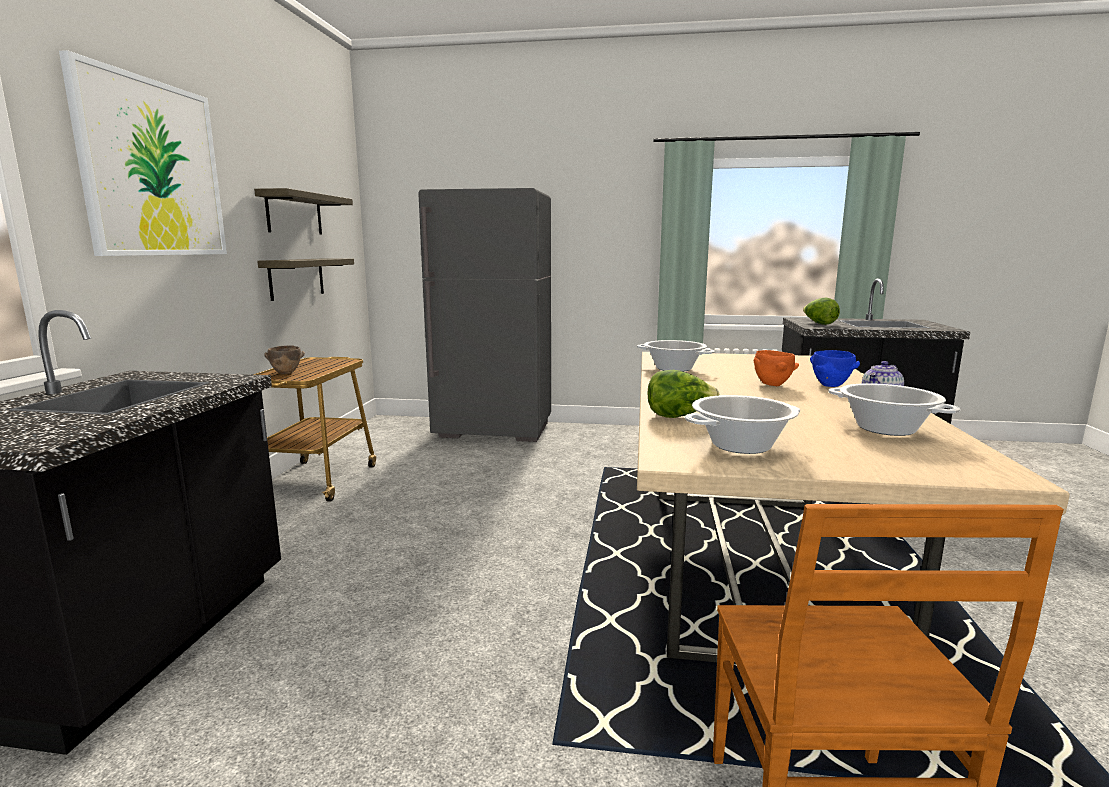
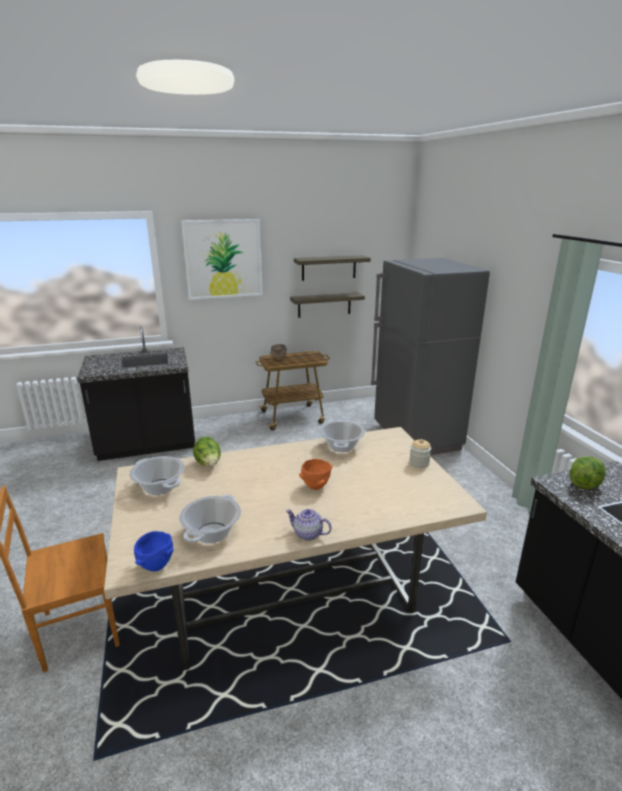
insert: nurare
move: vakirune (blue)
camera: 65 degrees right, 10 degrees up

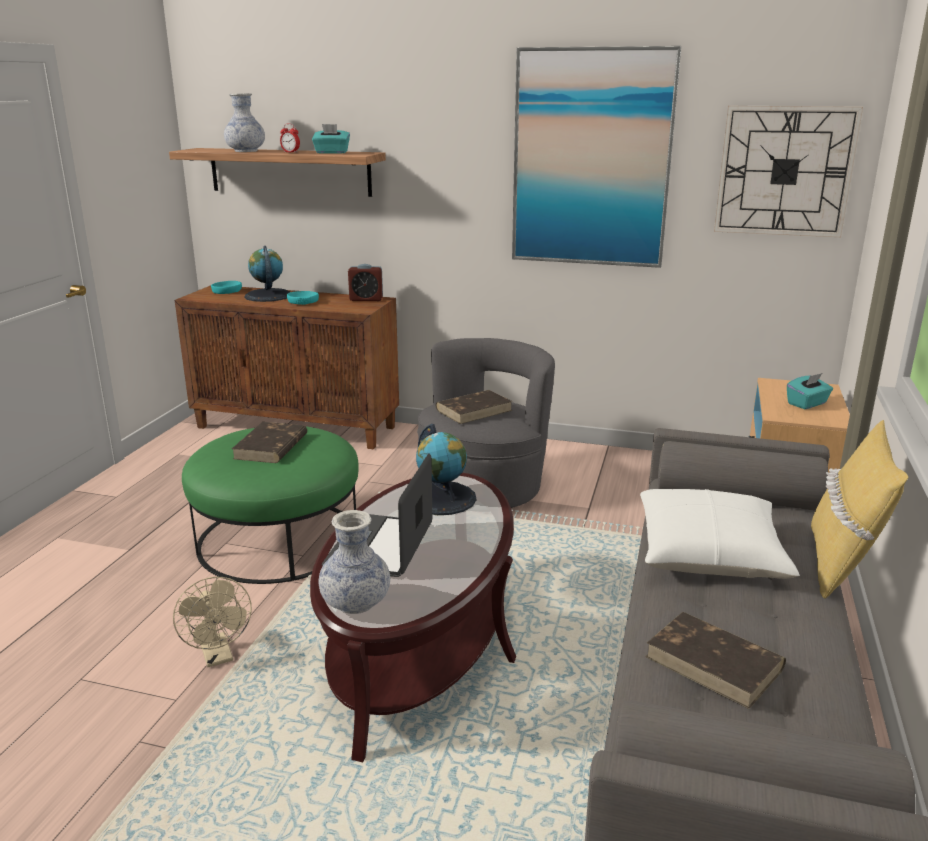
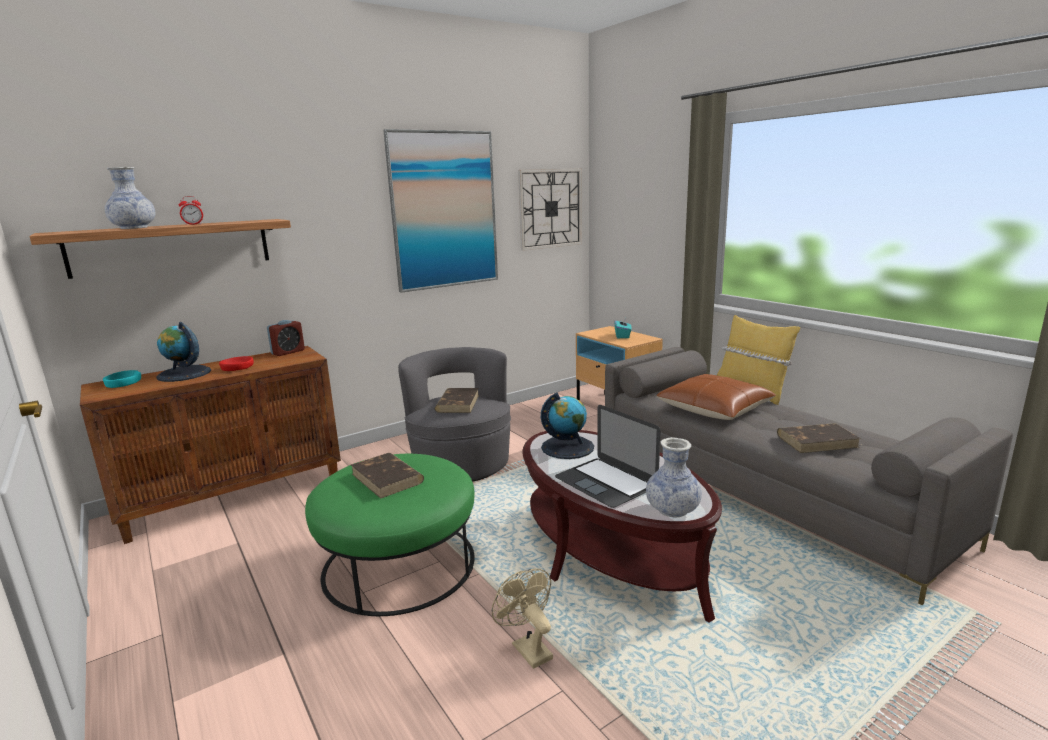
delete: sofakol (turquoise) (1st from left)
recolor: vakirune (turquoise) (2nd from left) to vakirune (red); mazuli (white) to mazuli (brown)
rotate: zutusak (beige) 135 degrees counterclockwise
camera: 50 degrees left, 5 degrees down

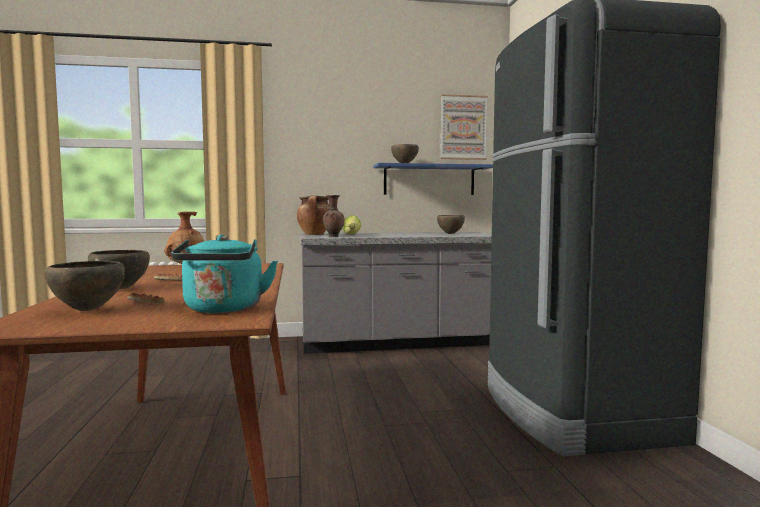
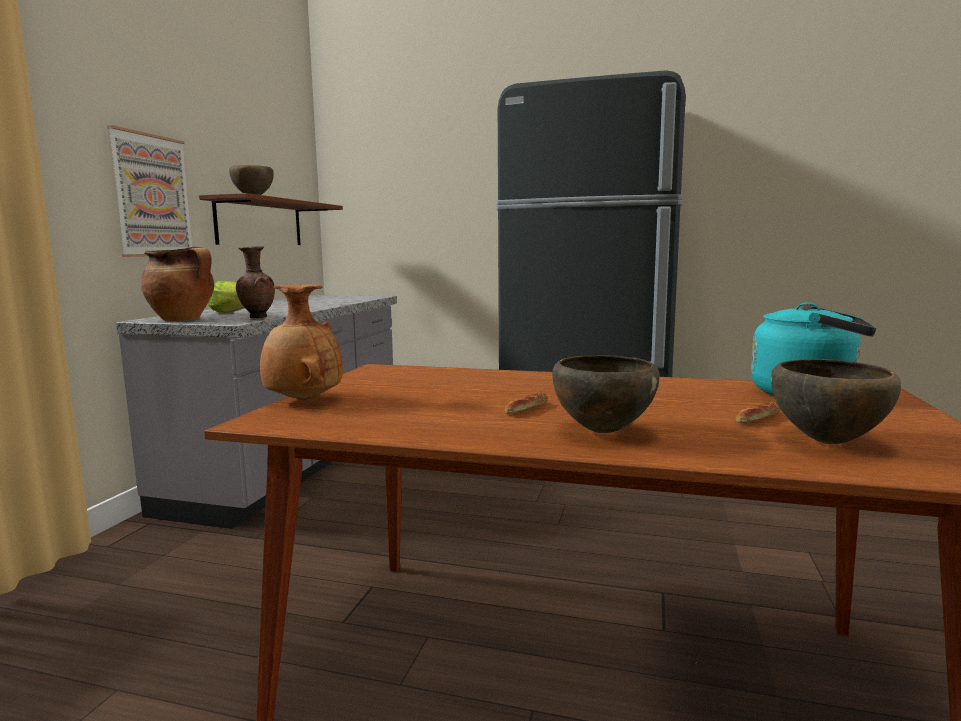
delete: vakirune (brown) (4th from left)
move: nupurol
recolor: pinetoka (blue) to pinetoka (brown)
camera: 65 degrees left, 5 degrees up

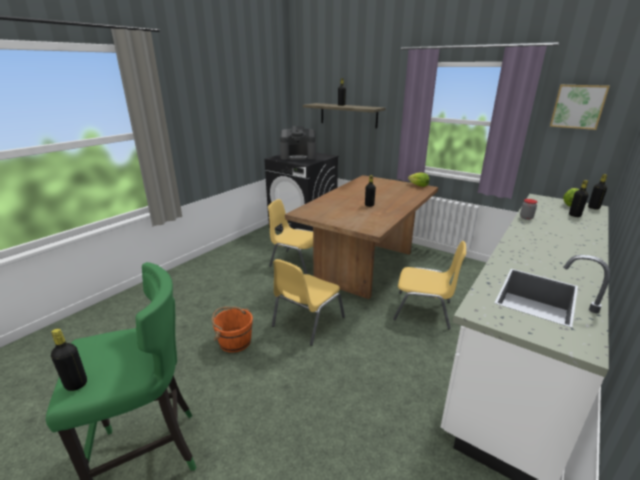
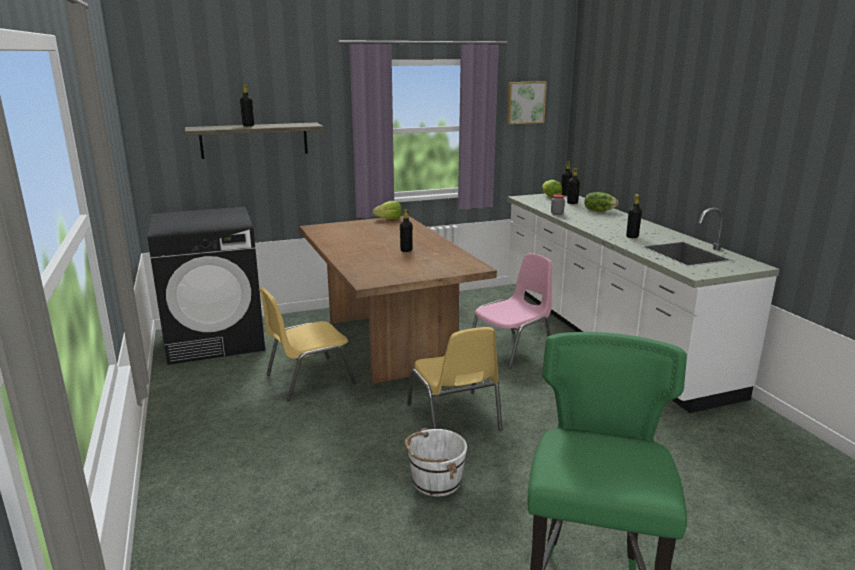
delete: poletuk
insert: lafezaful (3rd from left)
move: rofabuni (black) (1st from left in the first image) to rofabuni (black) (5th from left)
recolor: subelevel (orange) to subelevel (white); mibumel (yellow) (3rd from left) to mibumel (pink)
camera: 55 degrees left, 5 degrees down

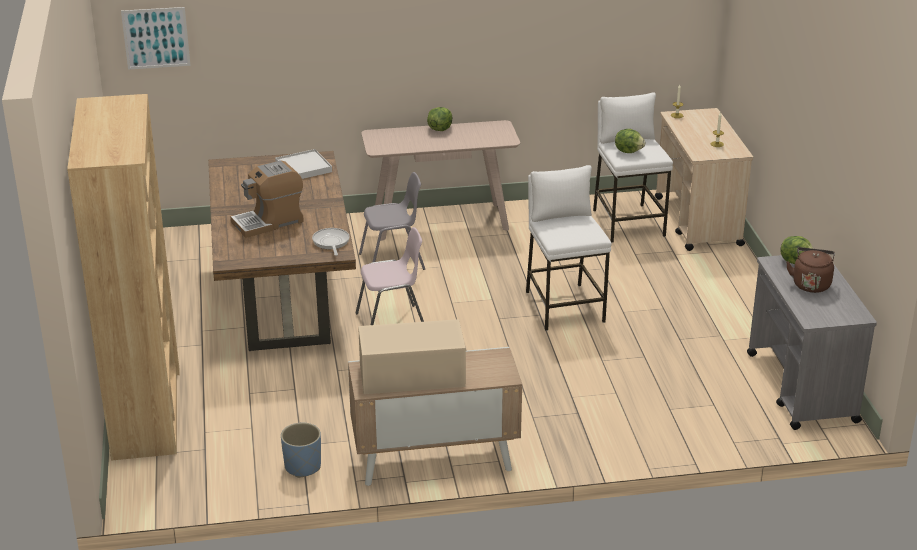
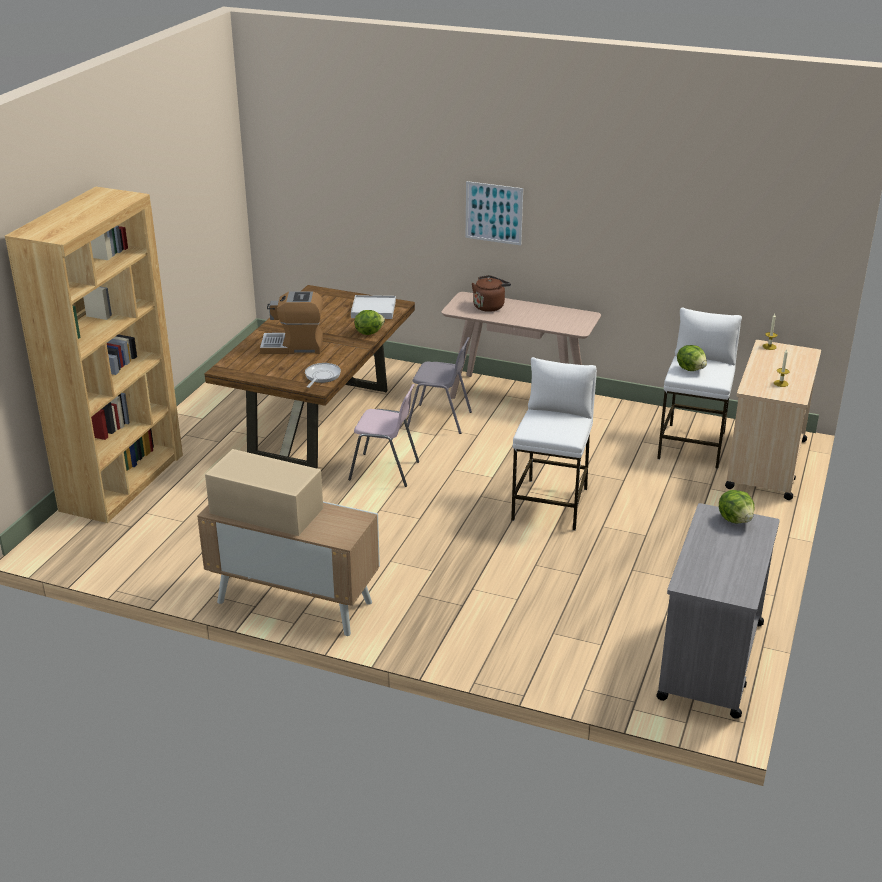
delete: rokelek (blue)
move: nupurol; lafezaful (1st from left); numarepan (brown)
camera: 30 degrees right, 0 degrees up

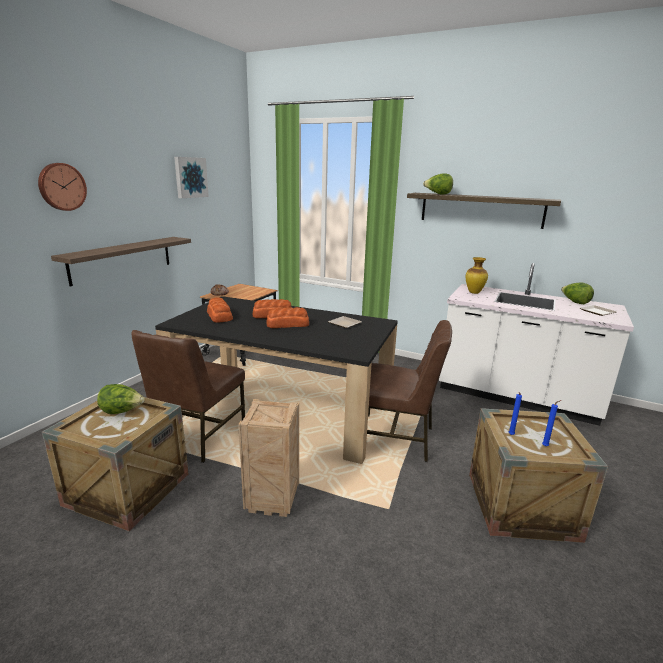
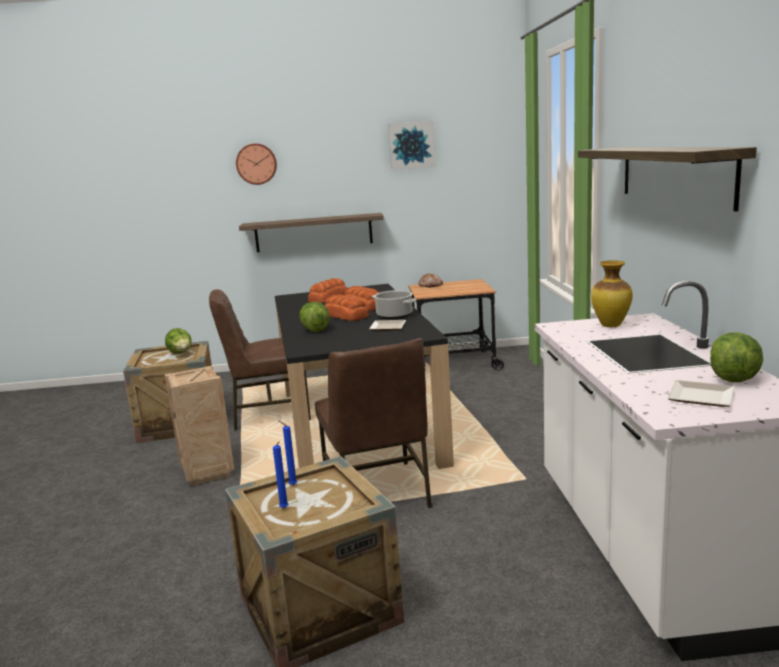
insert: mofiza
move: lafezaful (2nd from left)
camera: 60 degrees right, 5 degrees down

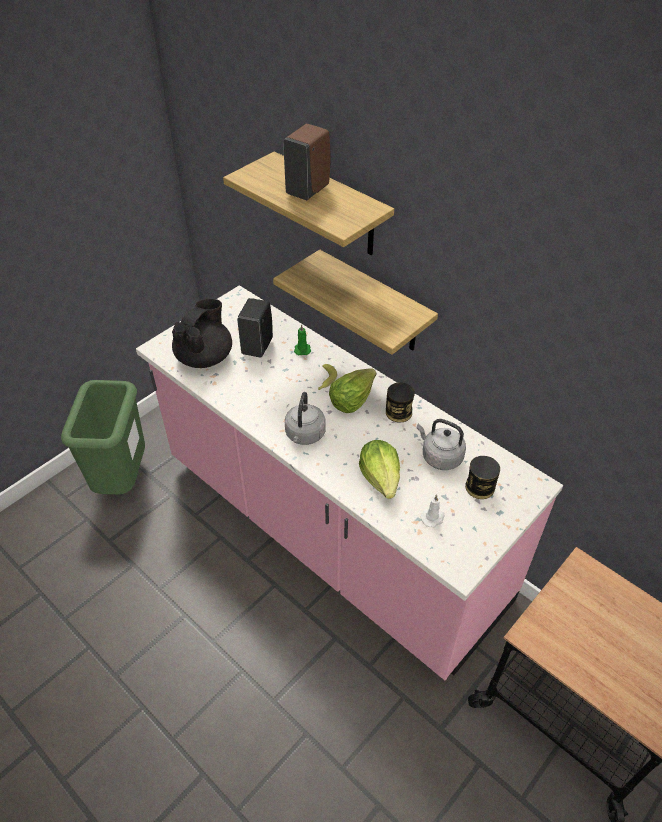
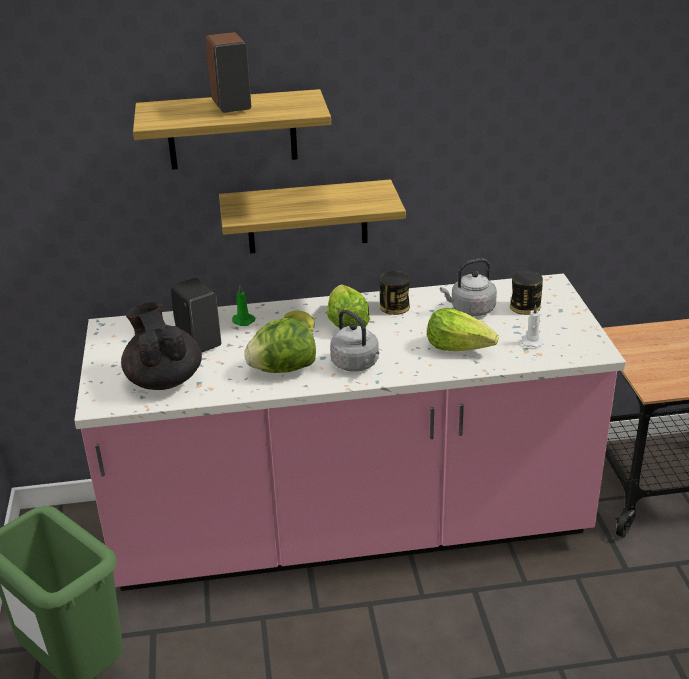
insert: lafezaful (1st from left)
camera: 50 degrees left, 15 degrees down

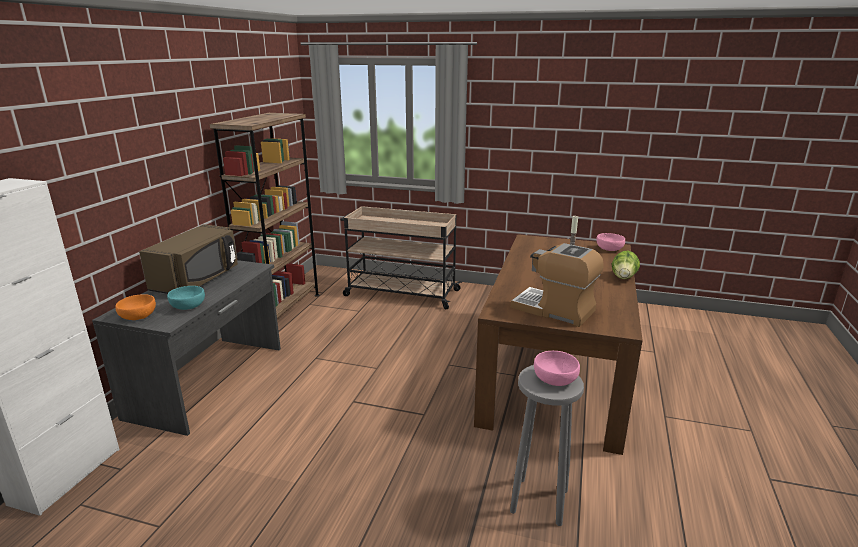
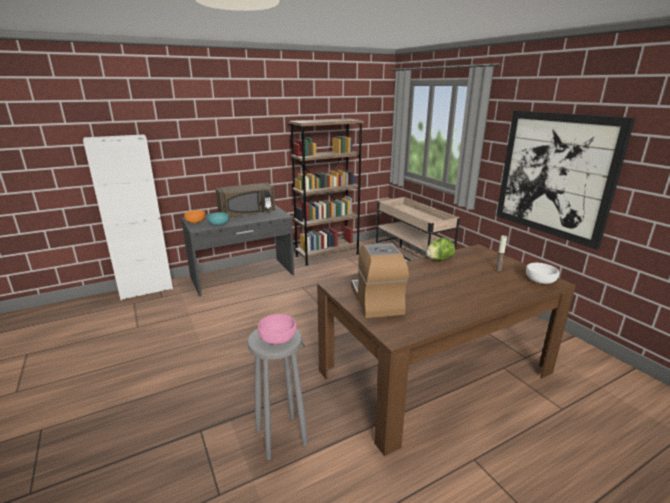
insert: nupurol
move: lafezaful
recolor: vakirune (pink) (2nd from left) to vakirune (white)
camera: 45 degrees right, 0 degrees up

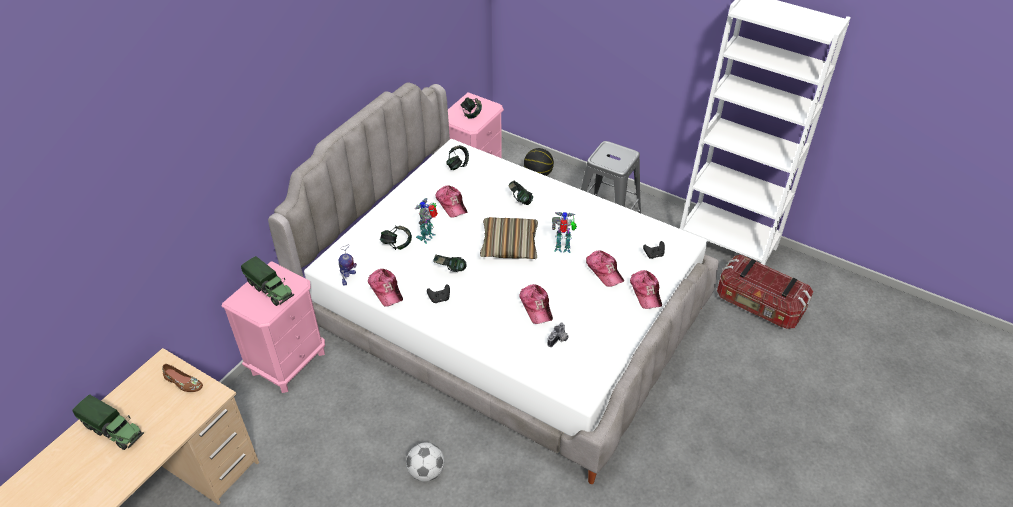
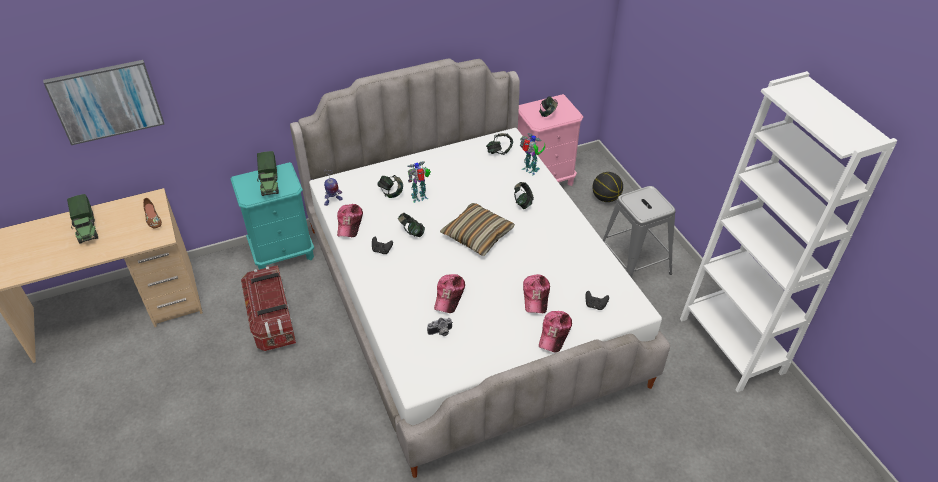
delete: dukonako; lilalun (2nd from left)
insert: nupurol
move: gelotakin (3rd from left); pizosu
recolor: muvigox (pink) (1st from left) to muvigox (turquoise)
camera: 35 degrees right, 0 degrees up

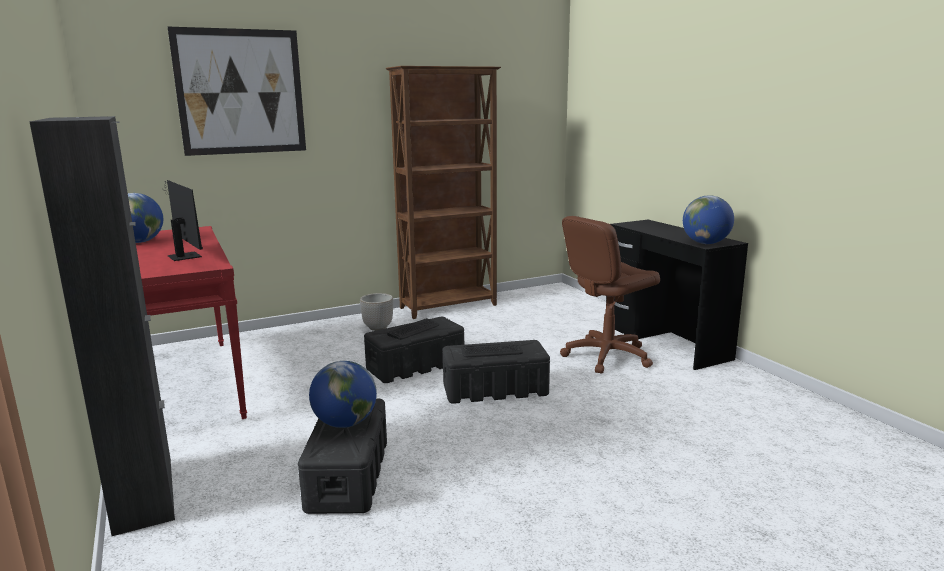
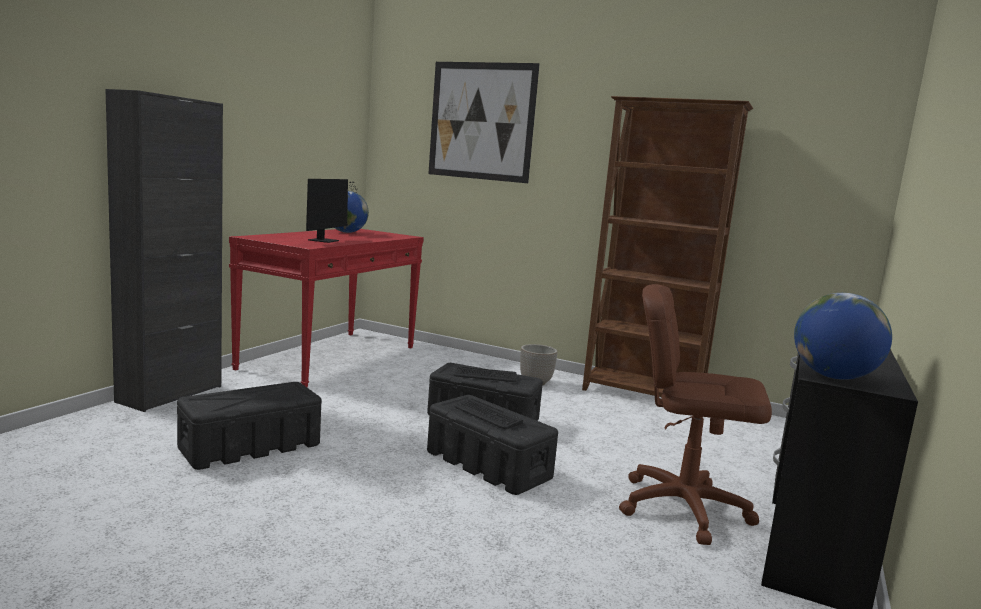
delete: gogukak (2nd from left)
camera: 50 degrees right, 5 degrees down

